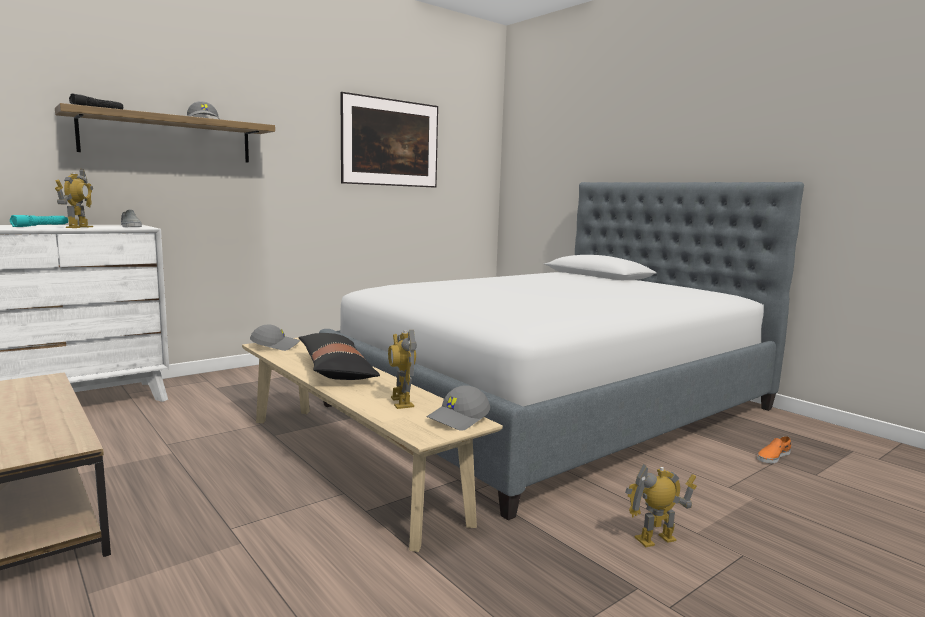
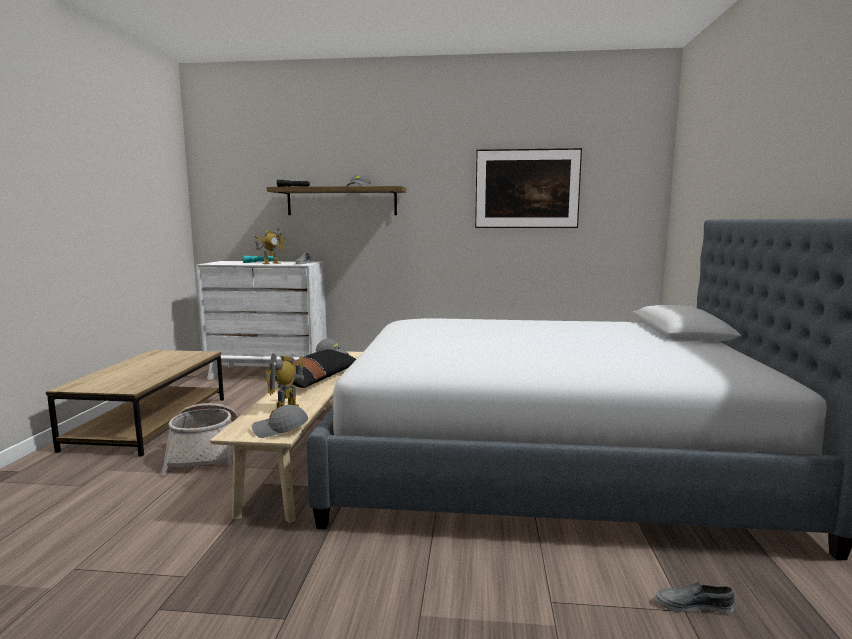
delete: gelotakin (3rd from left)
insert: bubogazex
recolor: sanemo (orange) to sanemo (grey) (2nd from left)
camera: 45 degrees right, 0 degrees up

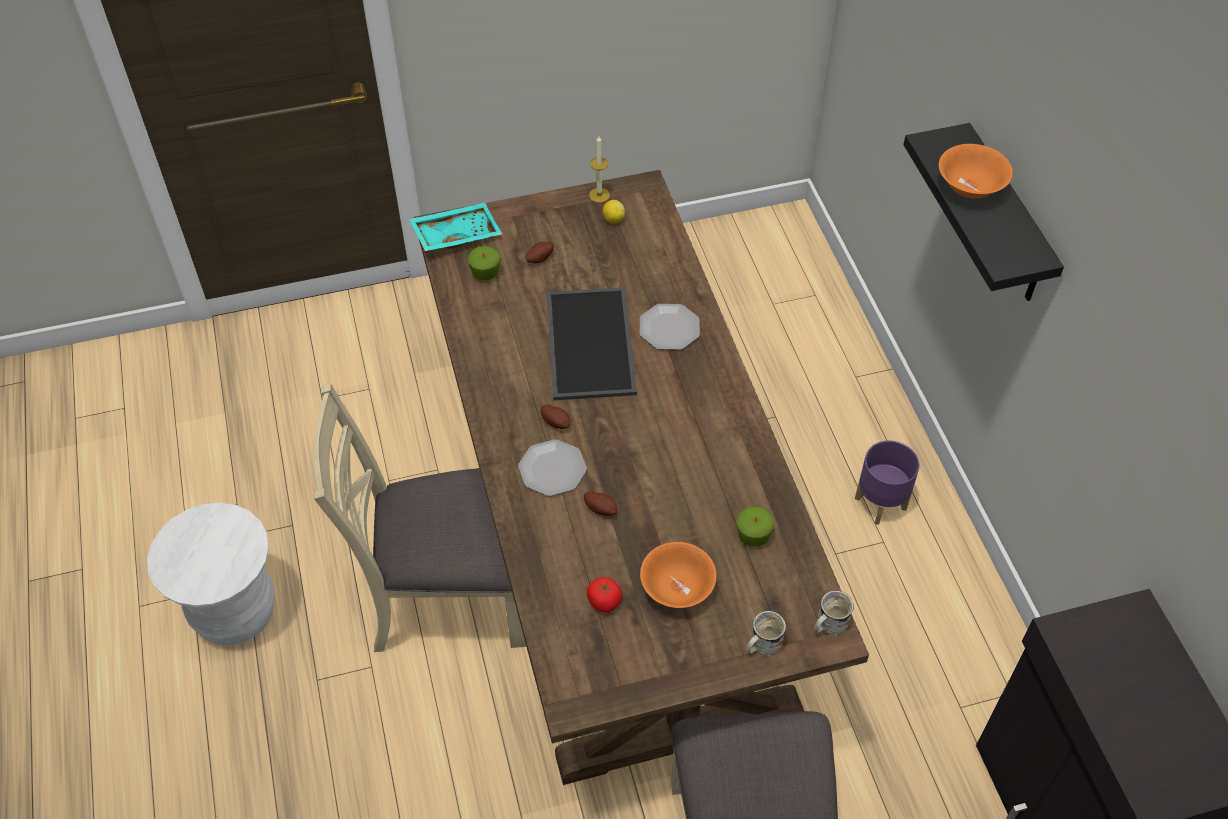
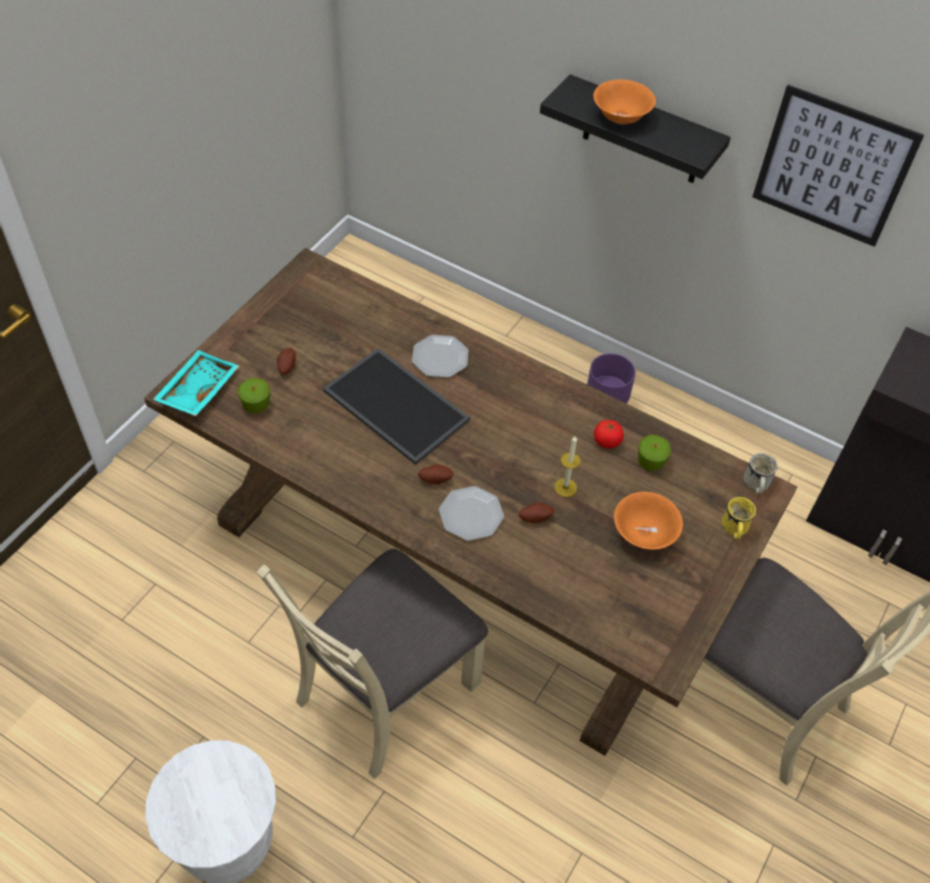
delete: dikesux
insert: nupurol
move: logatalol; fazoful
recolor: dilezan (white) (1st from left) to dilezan (yellow)
camera: 45 degrees left, 0 degrees up

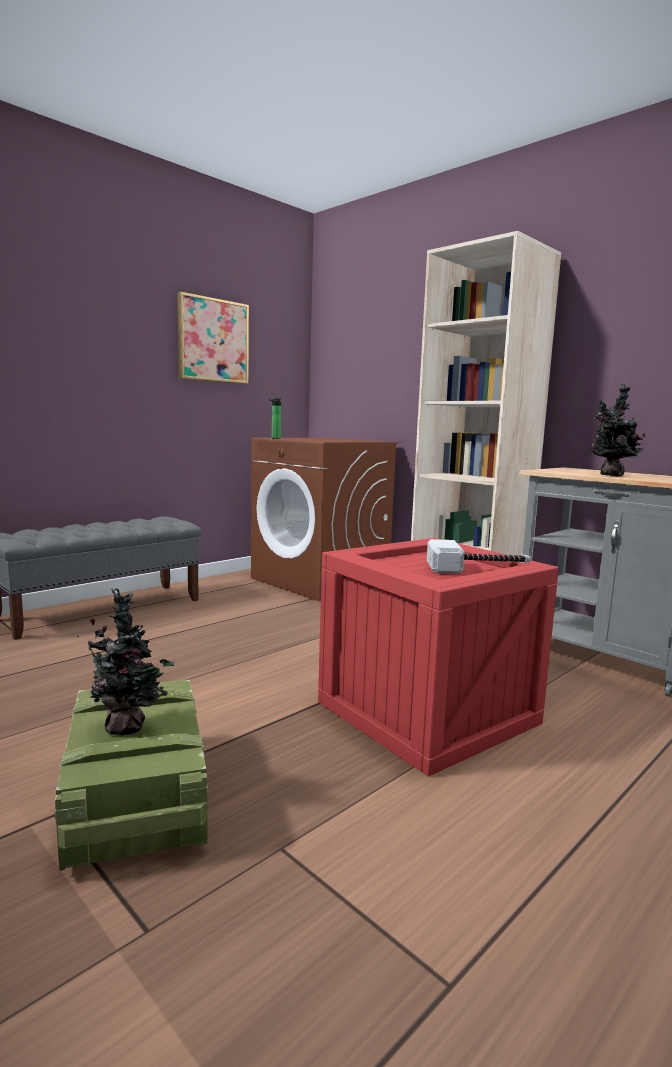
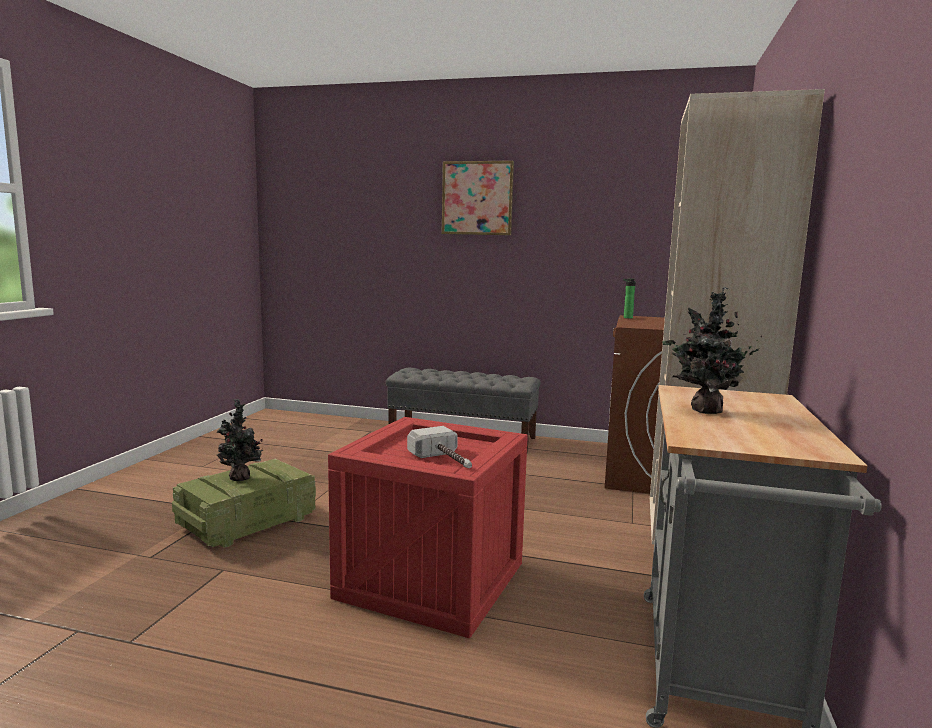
move: nupurol
camera: 60 degrees right, 0 degrees up

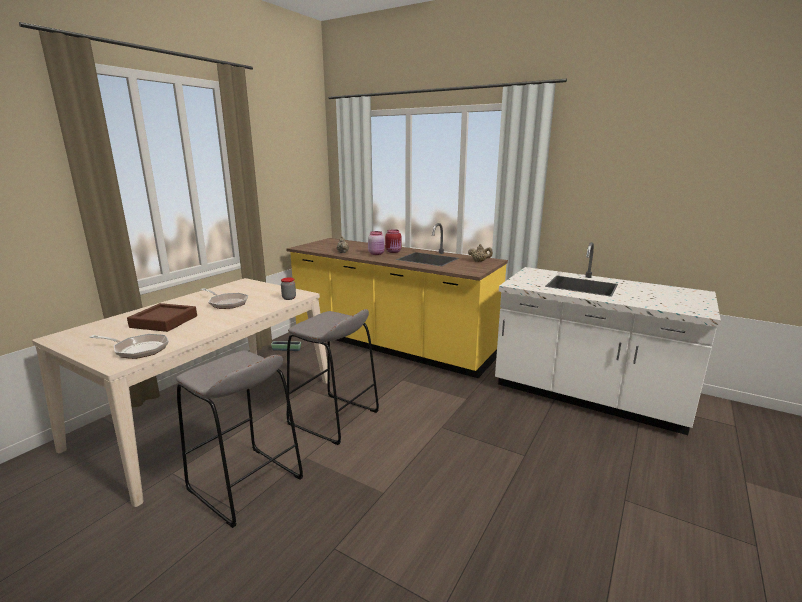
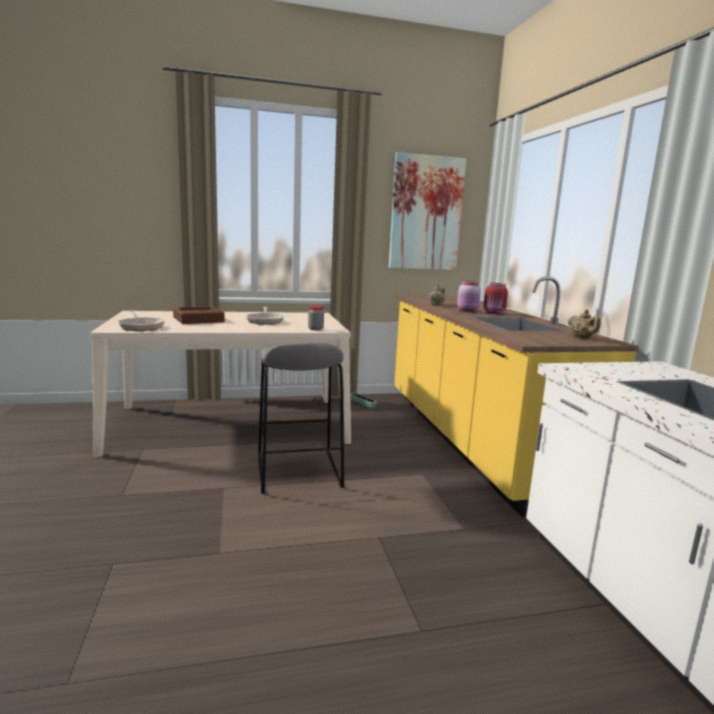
delete: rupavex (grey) (1st from left)
insert: nupurol
camera: 45 degrees right, 5 degrees down

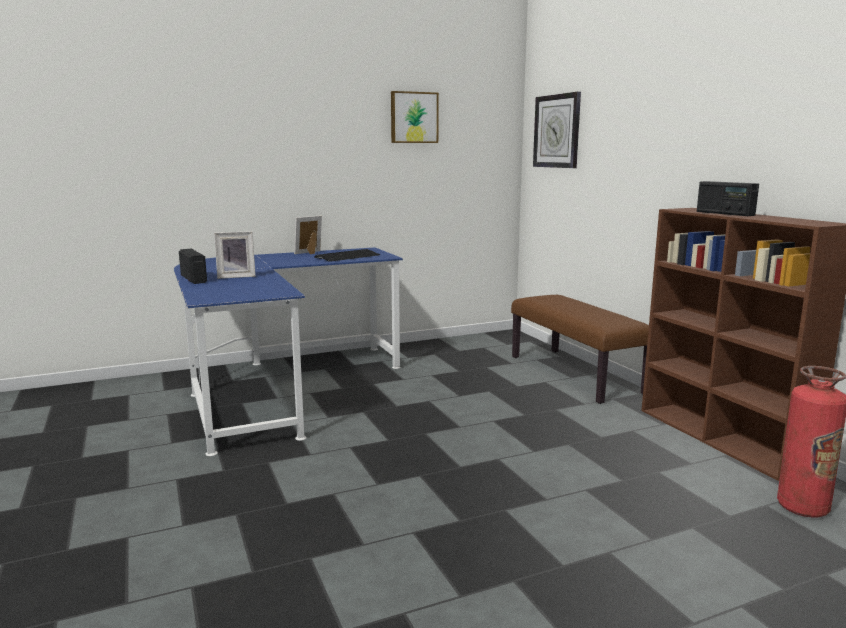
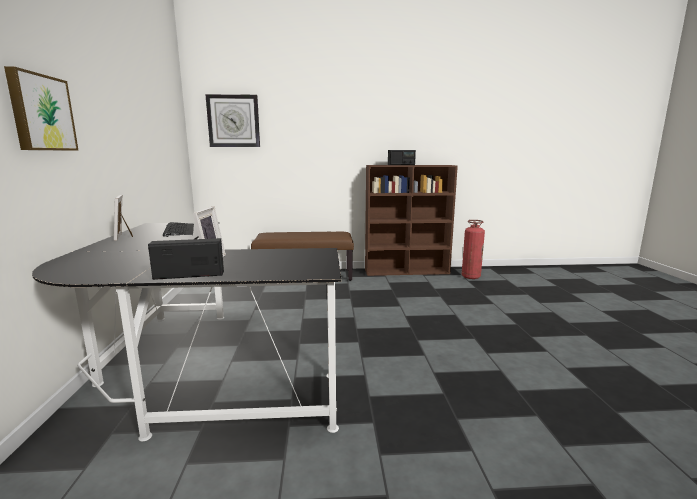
move: nupurol
recolor: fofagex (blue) to fofagex (black)
camera: 70 degrees left, 0 degrees up

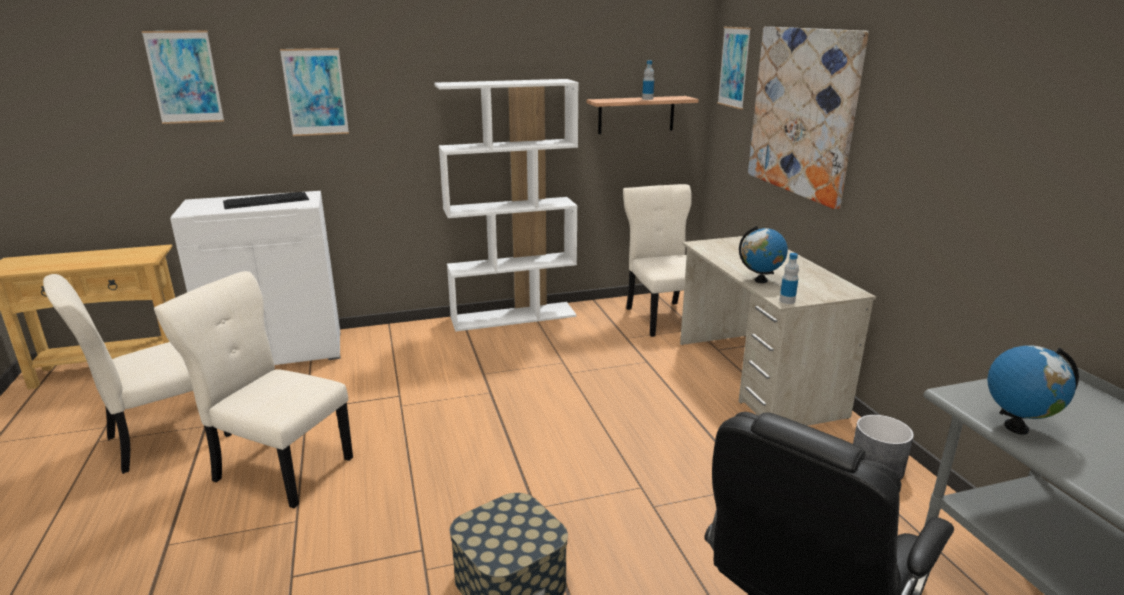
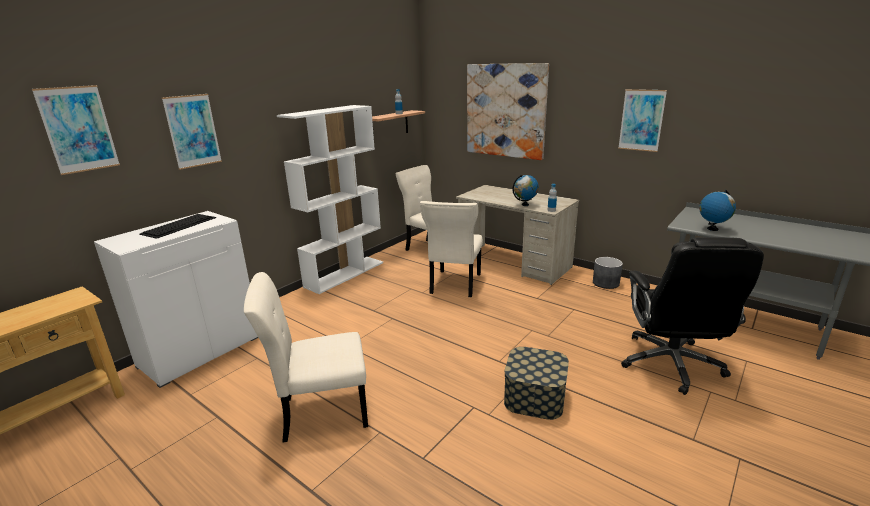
move: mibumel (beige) (1st from left in the first image) to mibumel (beige) (3rd from left); nupurol (3rd from left in the first image) to nupurol (4th from left)
camera: 35 degrees left, 0 degrees up

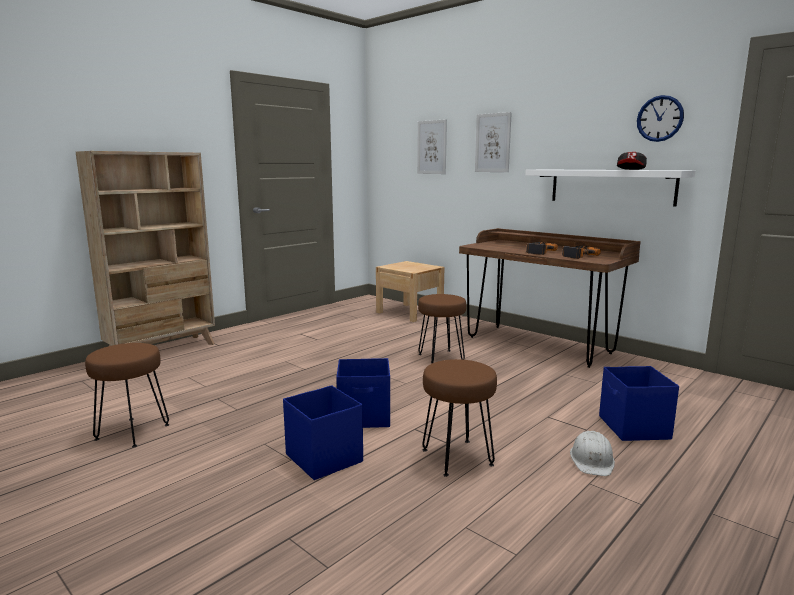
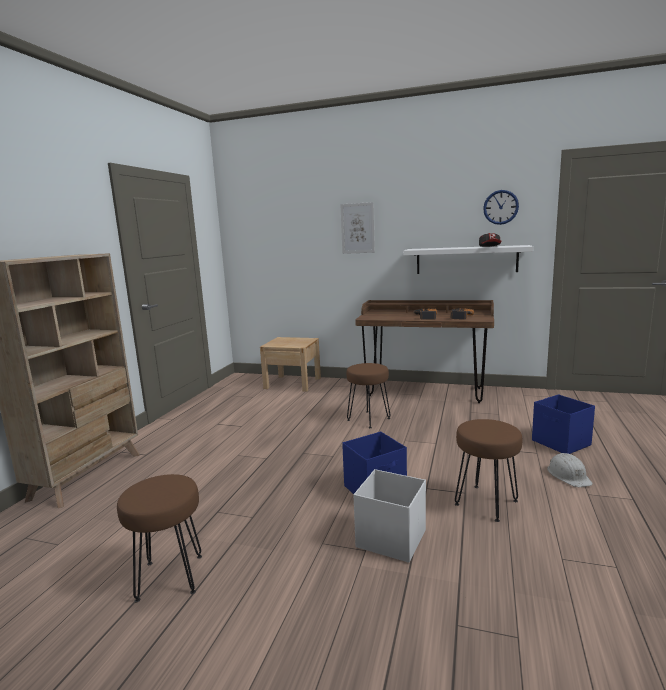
delete: nupurol (1st from left)
recolor: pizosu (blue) (1st from left) to pizosu (white)
camera: 25 degrees left, 0 degrees up

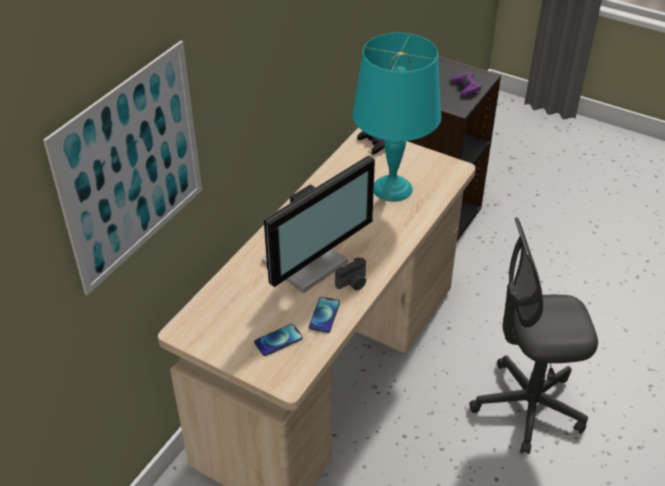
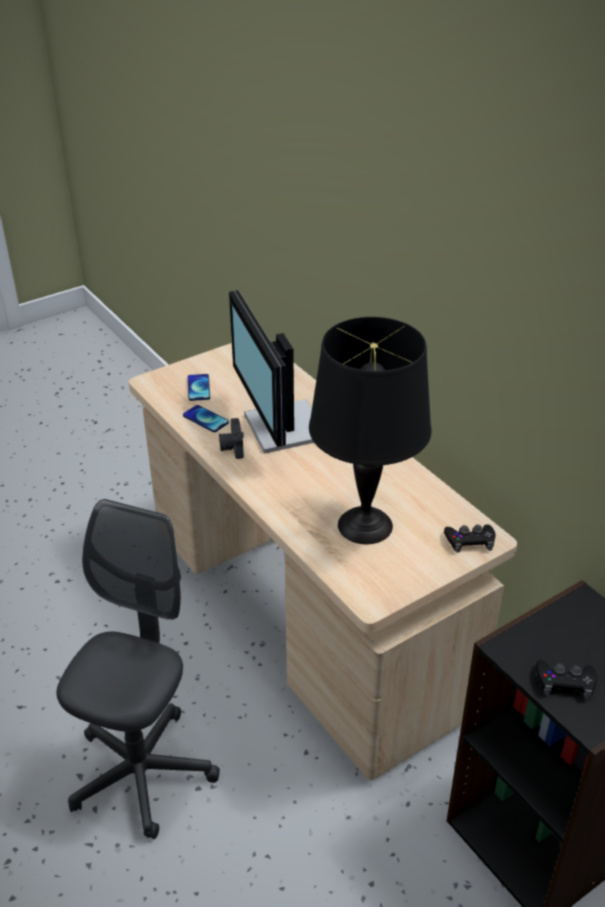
delete: nupurol
recolor: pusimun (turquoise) to pusimun (black); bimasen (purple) to bimasen (black) (2nd from left)
camera: 115 degrees right, 5 degrees down

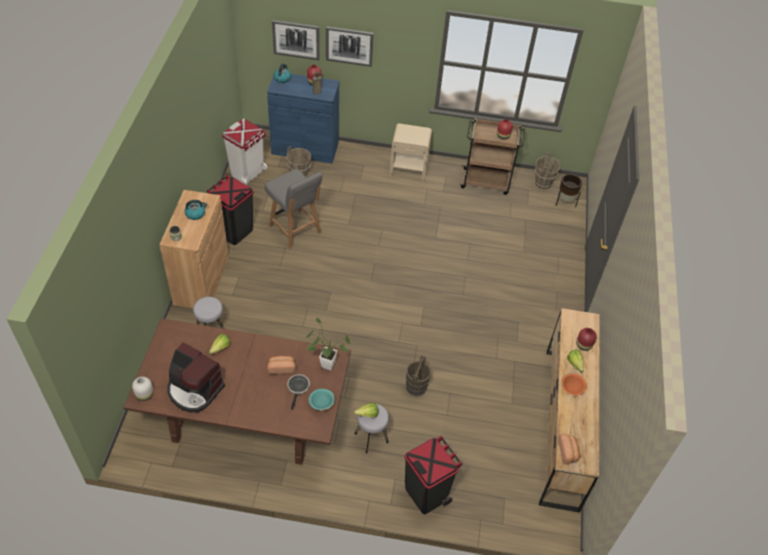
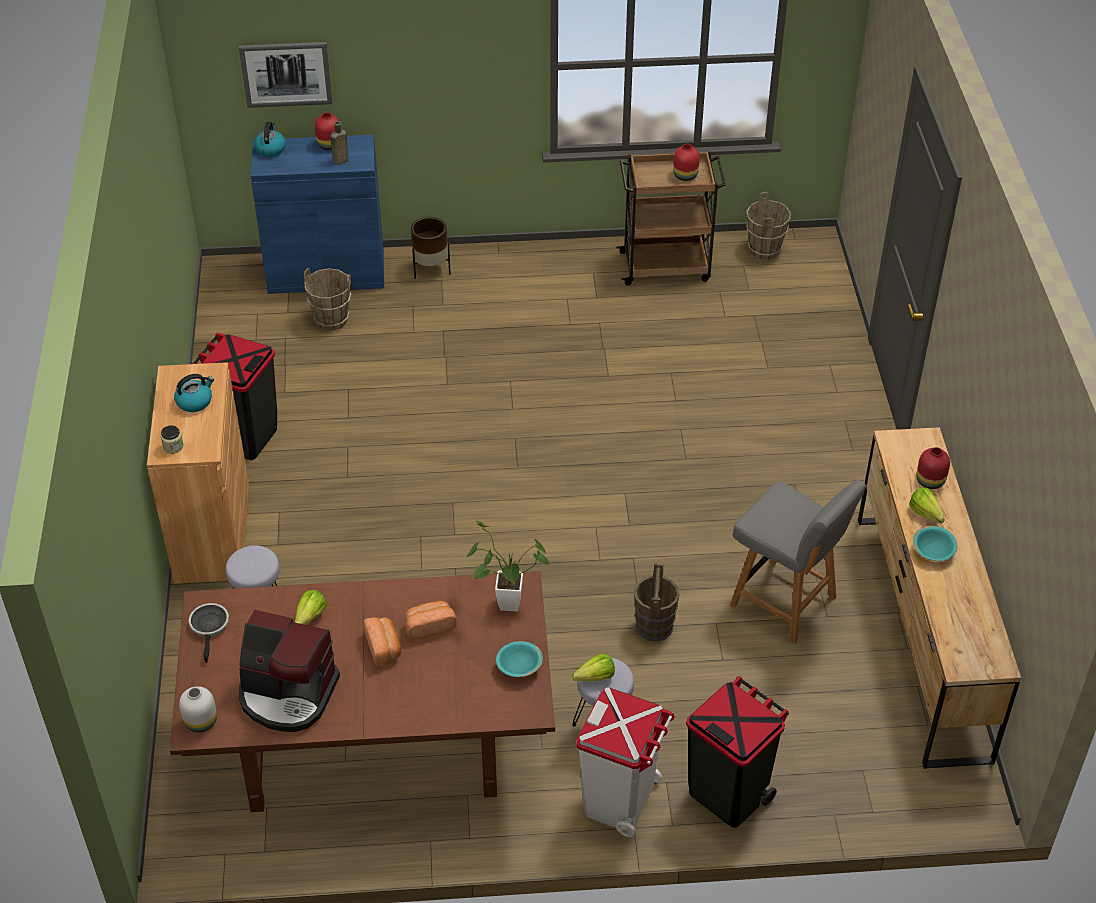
delete: nupurol (2nd from left); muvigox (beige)
move: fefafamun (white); mibumel (grey); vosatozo; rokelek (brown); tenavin (2nd from left in the first image) to tenavin (1st from left)
recolor: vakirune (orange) to vakirune (turquoise) (2nd from left)
camera: 10 degrees left, 5 degrees down

